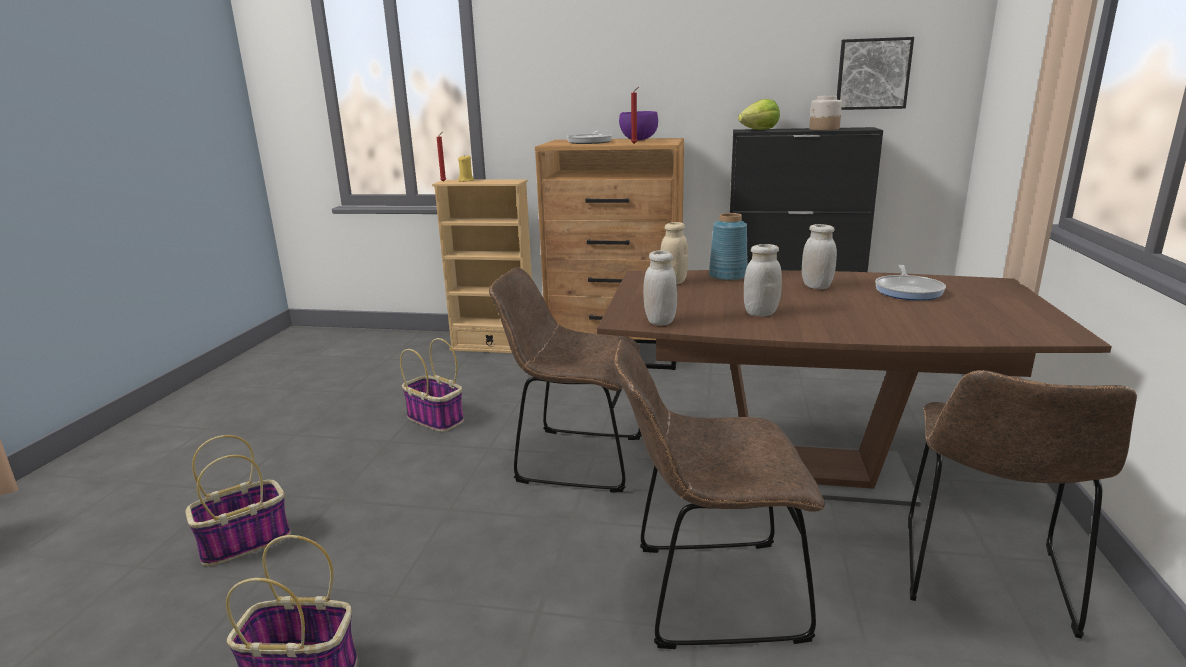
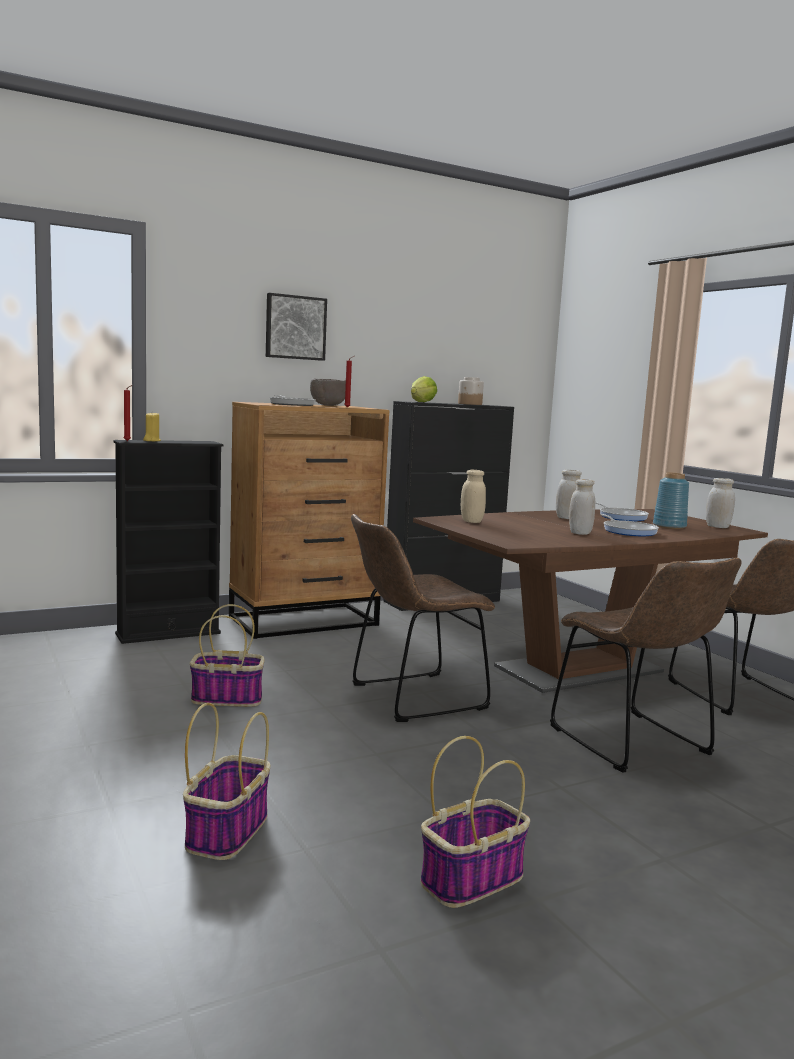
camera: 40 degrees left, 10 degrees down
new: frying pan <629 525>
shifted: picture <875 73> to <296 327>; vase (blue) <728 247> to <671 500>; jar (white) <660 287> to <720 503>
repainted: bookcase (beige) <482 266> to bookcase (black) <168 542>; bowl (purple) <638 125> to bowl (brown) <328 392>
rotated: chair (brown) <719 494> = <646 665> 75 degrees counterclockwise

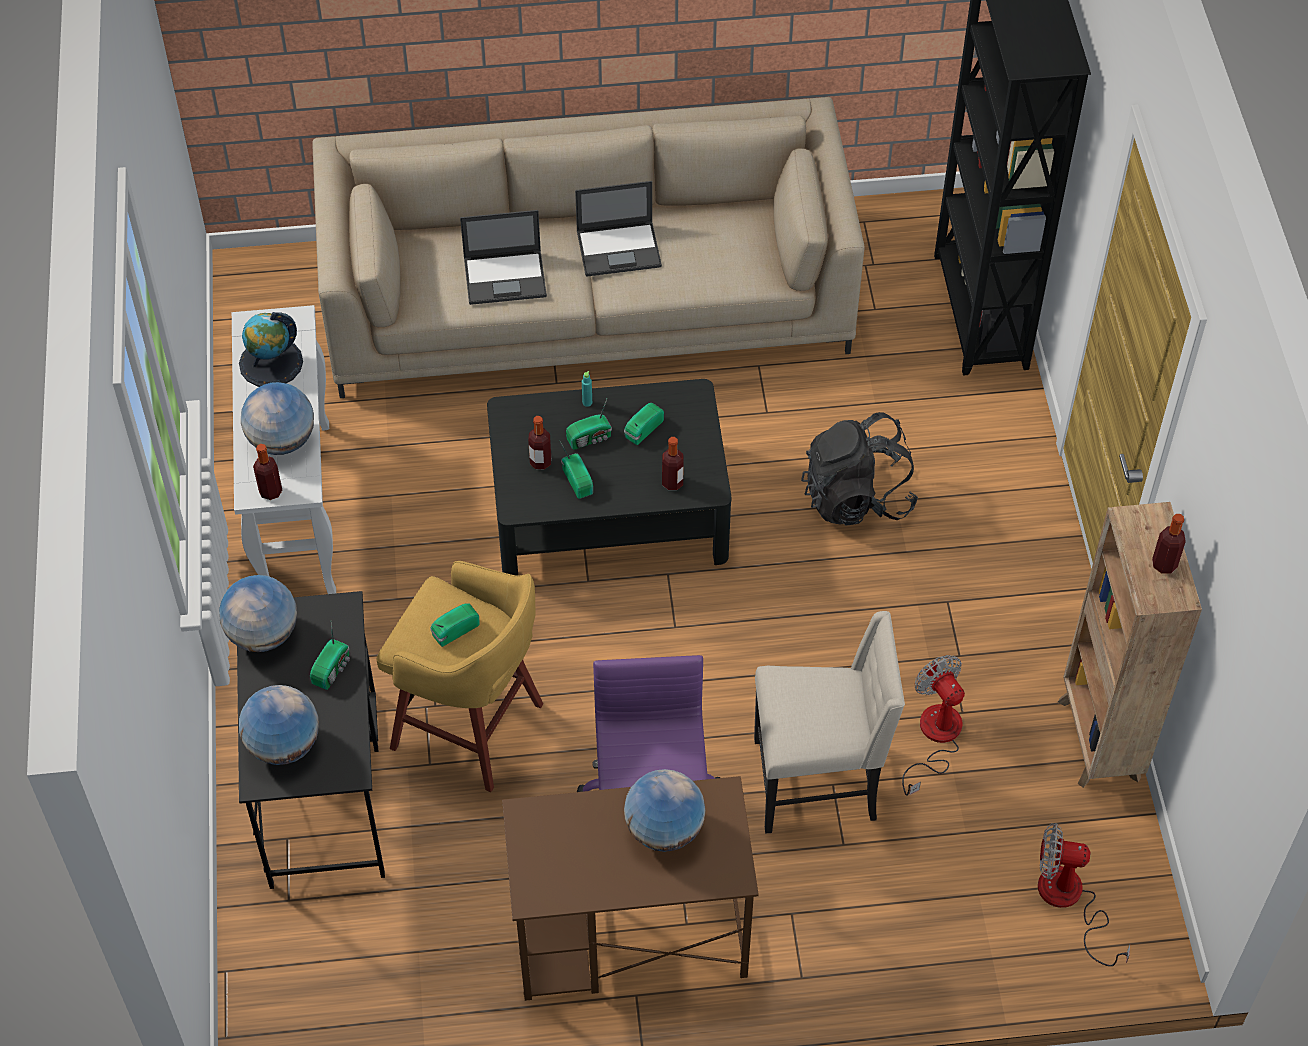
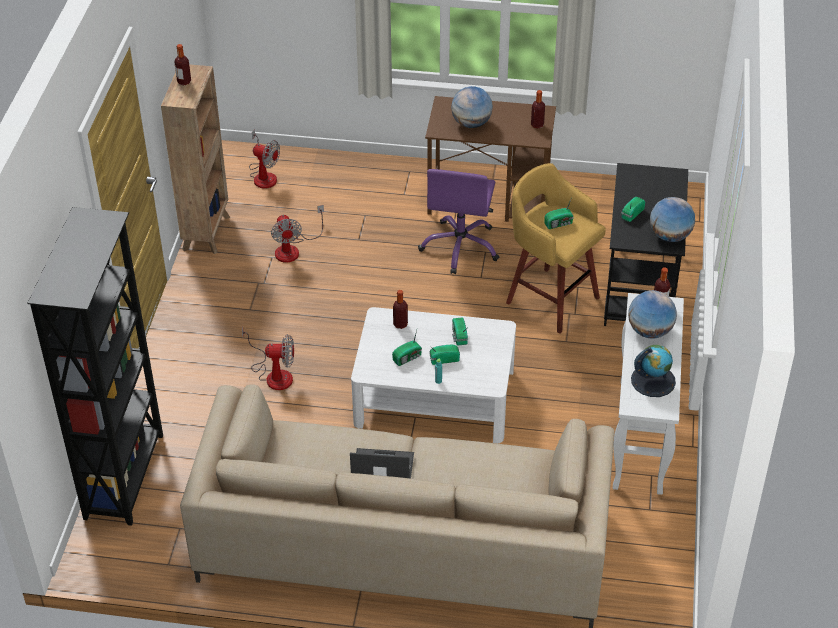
camera: 165 degrees left, 10 degrees down
gone: globe <279 725>; laptop <503 257>; chair (beige) <829 722>
shifted: bottle <539 443> to <538 109>
swapped: backpack (black) <859 469> to fan <268 358>
repainted: coffee table (black) <609 477> to coffee table (white) <433 375>

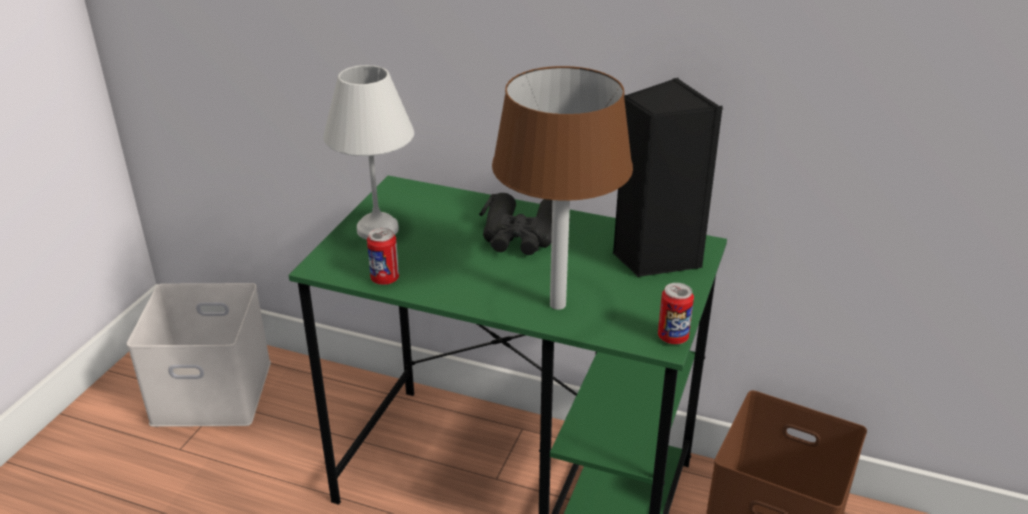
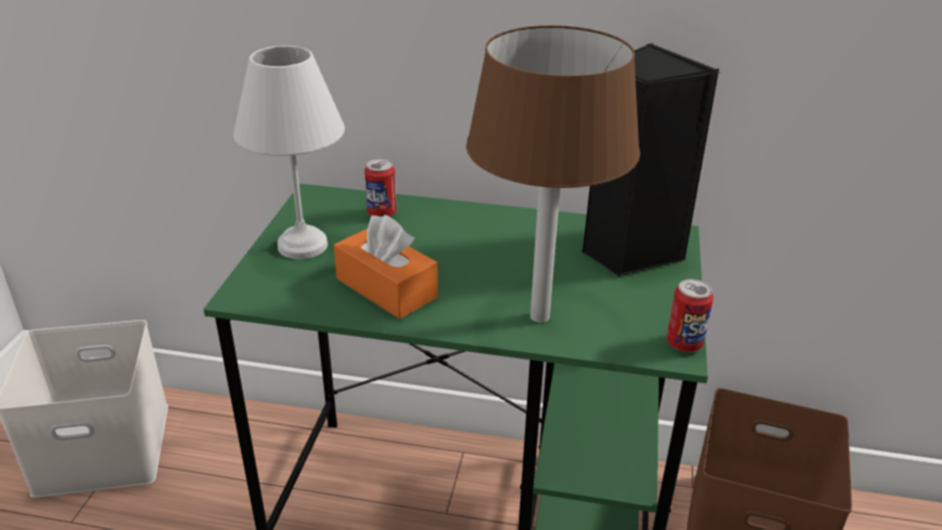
camera: 10 degrees left, 0 degrees up
gone: binoculars (black) <524 224>
new: tissue box (orange) <386 267>
shifted: can <383 256> to <380 188>

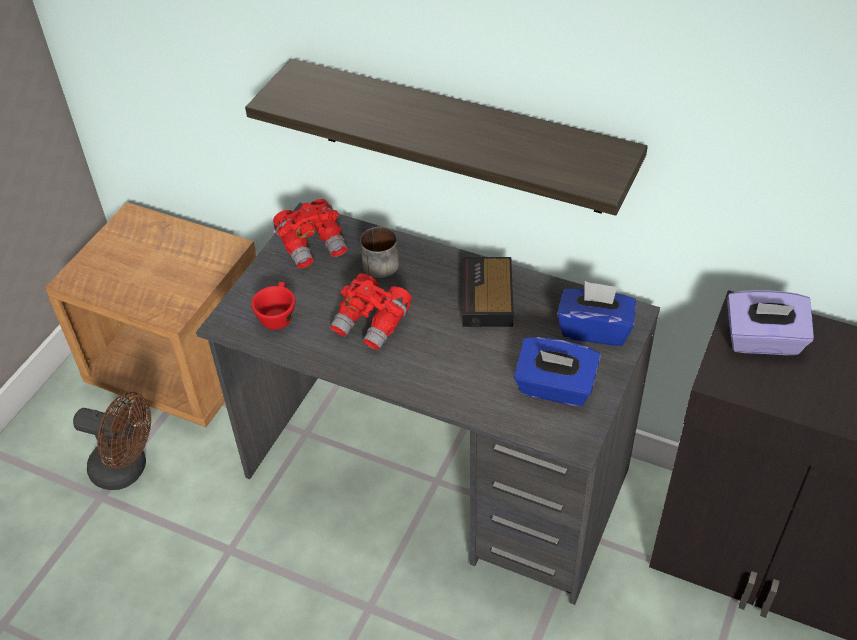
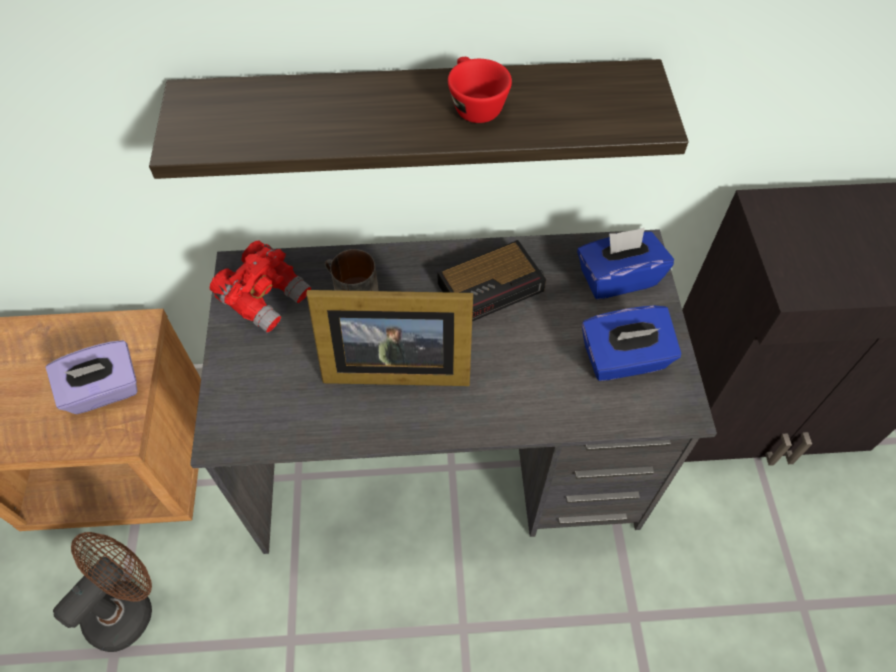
camera: 30 degrees left, 10 degrees up
shifted: tissue box (purple) <770 322> to <92 377>; cup (red) <273 306> to <480 90>
swapped: binoculars (red) <371 311> to picture frame <389 338>
rotated: fan (brown) <112 441> = <102 592> 45 degrees counterclockwise; alarm clock <488 292> = <492 280> 90 degrees counterclockwise

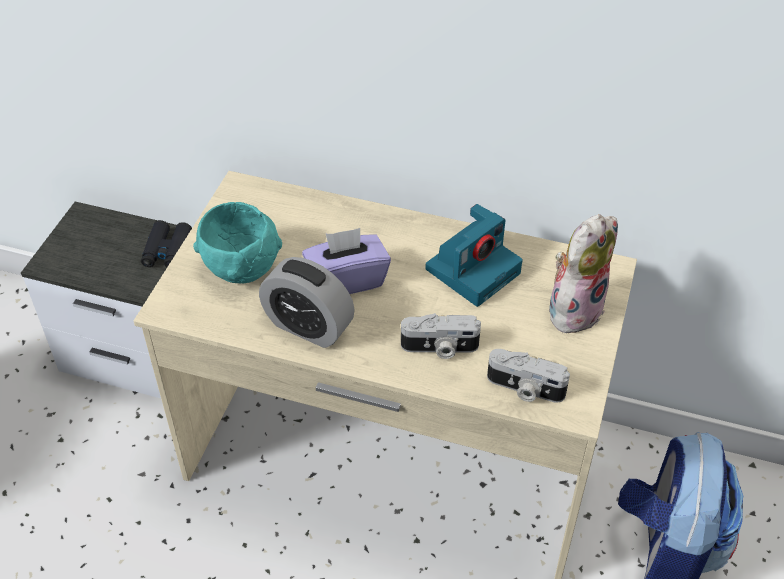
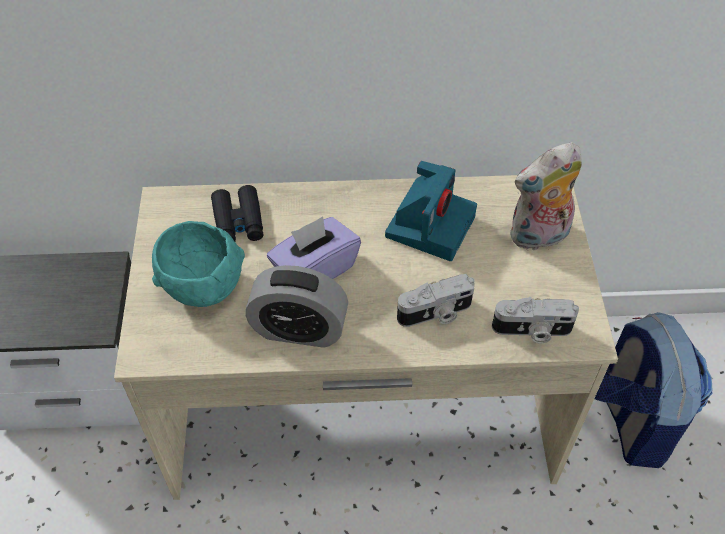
camera: 20 degrees left, 5 degrees up
shifted: binoculars (black) <166 243> to <237 213>
rotated: plush toy <583 276> = <546 196> 135 degrees counterclockwise

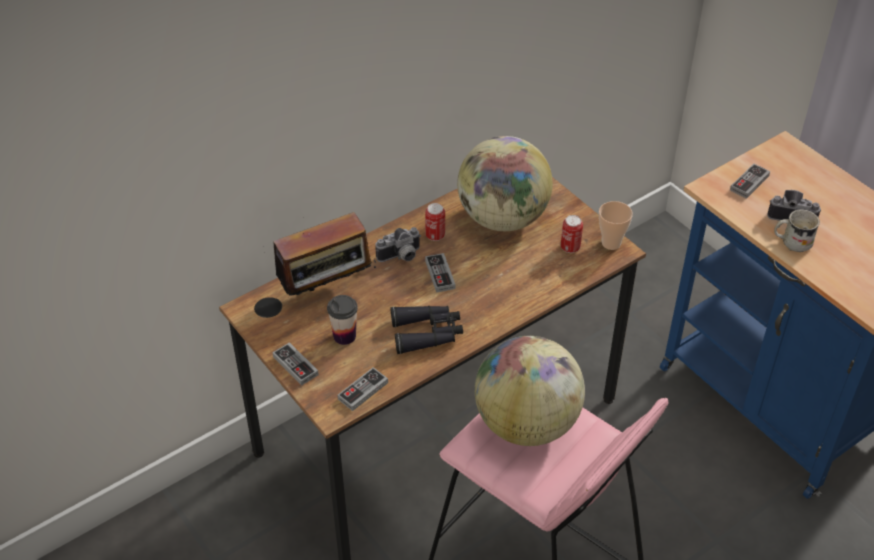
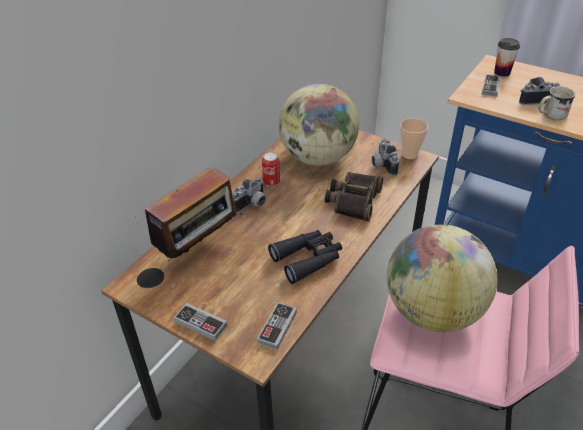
camera: 20 degrees left, 5 degrees down
gone: game controller <440 273>
new: binoculars <354 197>
shifted: cup <342 320> to <507 57>
swapped: can <572 234> to photo camera <385 157>

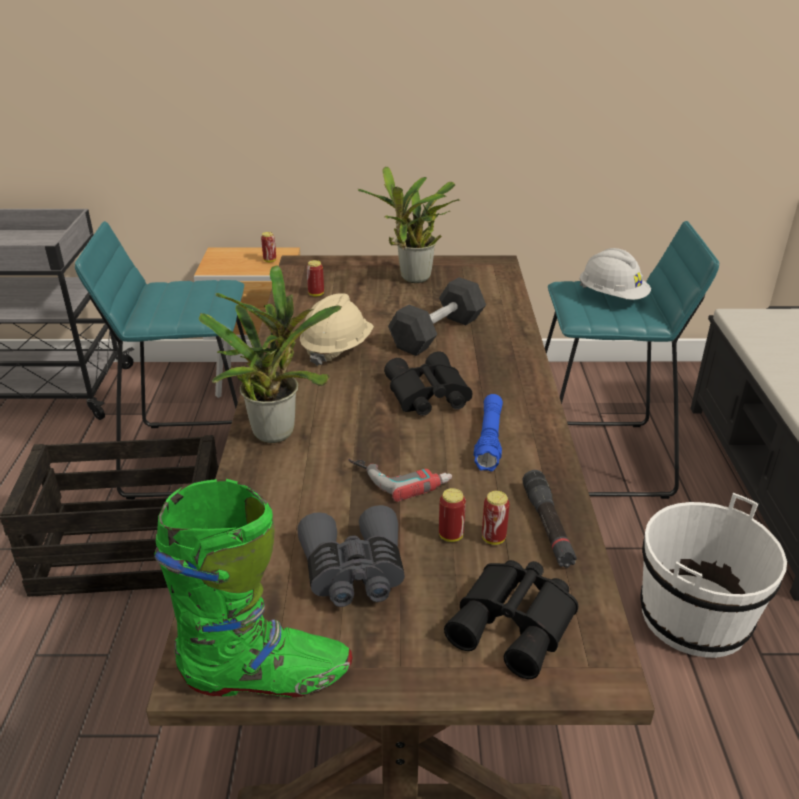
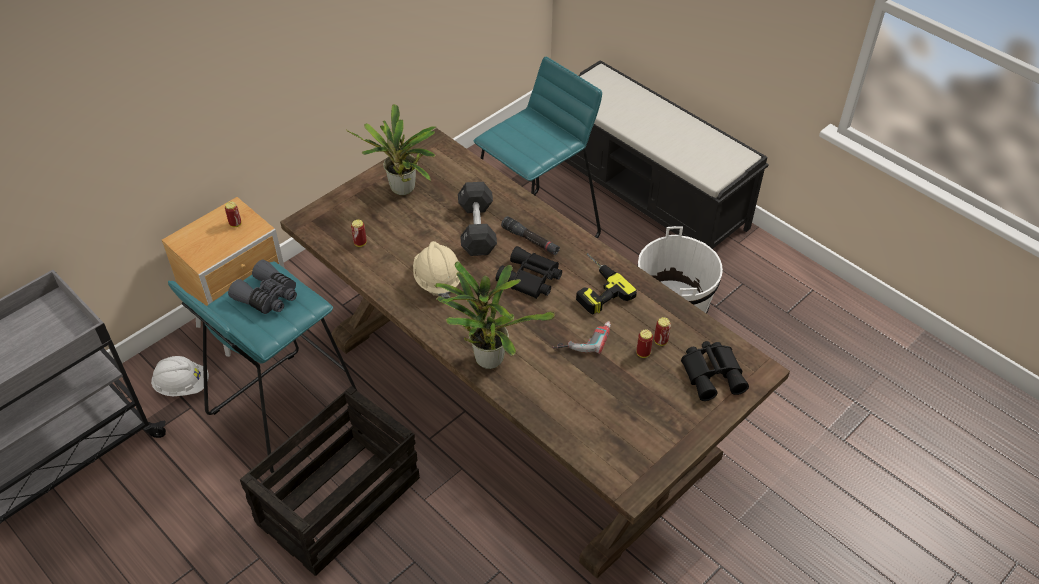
camera: 45 degrees left, 15 degrees up
gone: boot (green) <253 588>
shifted: hard hat (white) <615 274> to <180 376>; binoculars (grey) <351 556> to <262 287>; flashlight (black) <549 519> to <530 235>
swapped: flashlight (blue) <488 433> to power drill <606 284>

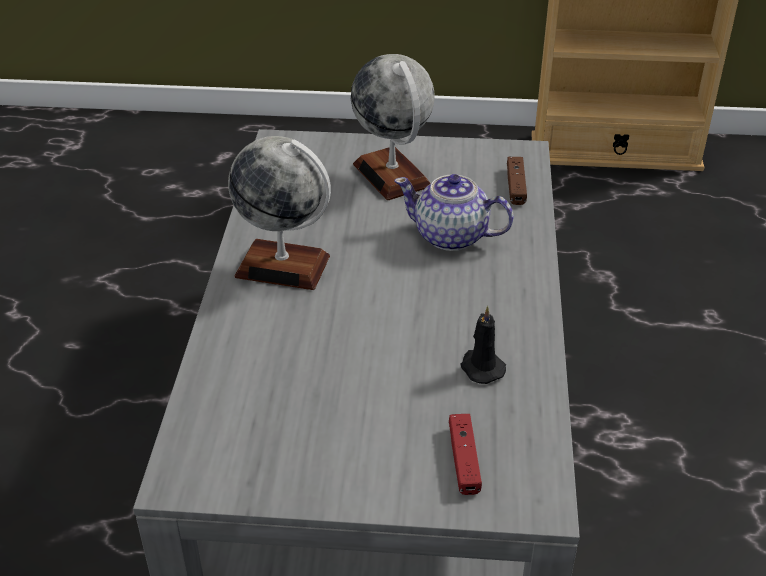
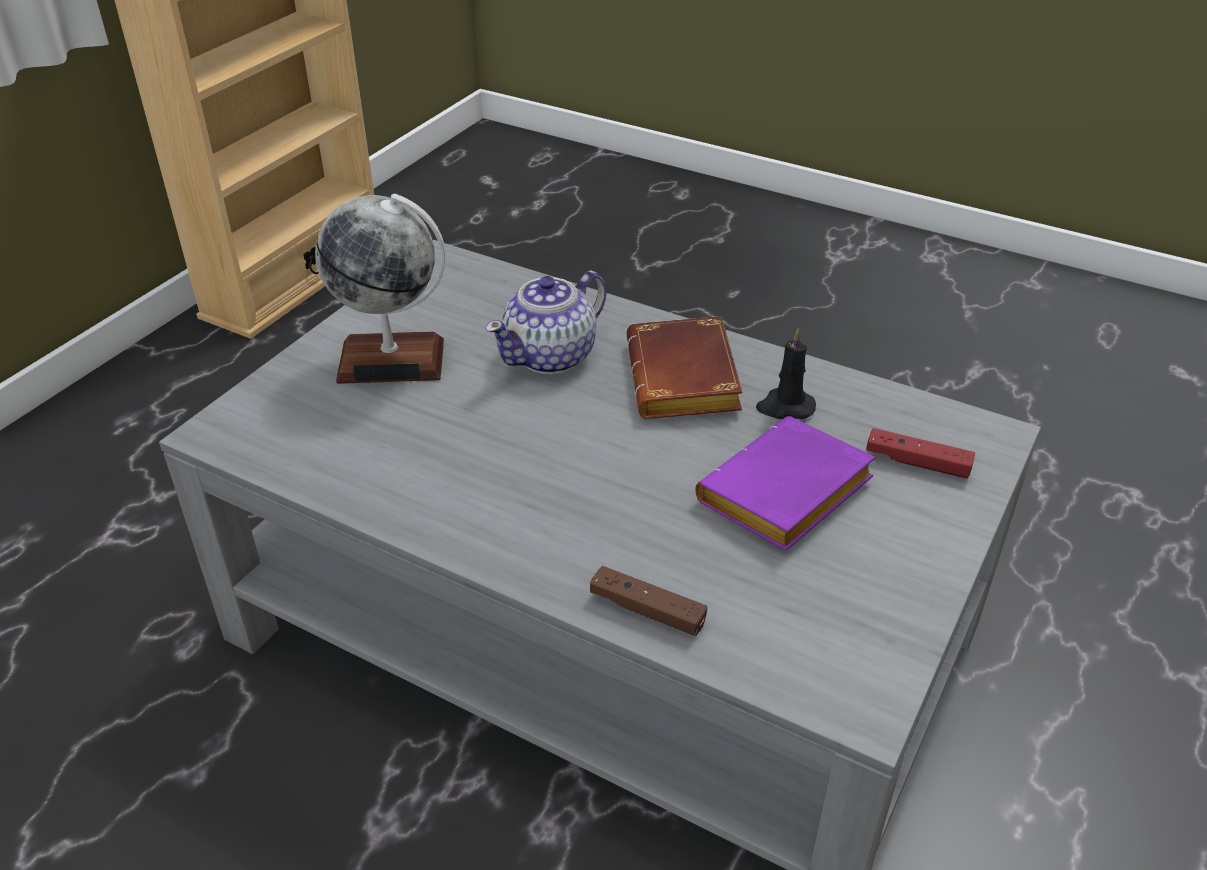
camera: 65 degrees left, 0 degrees up
gone: globe <279 213>
new: book (brown) <684 367>; book (purple) <785 483>
shifted: game controller (brown) <517 181> to <648 601>

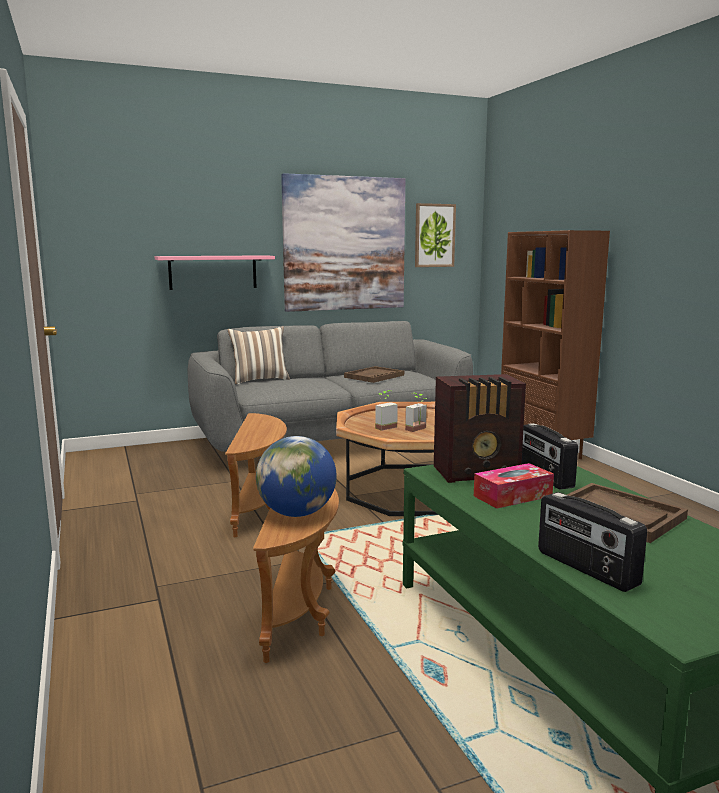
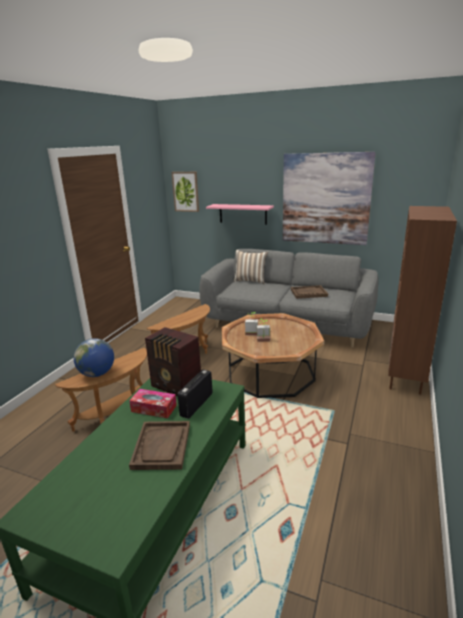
camera: 45 degrees right, 10 degrees up
gone: radio <592 542>
shifted: picture <435 235> to <185 192>

